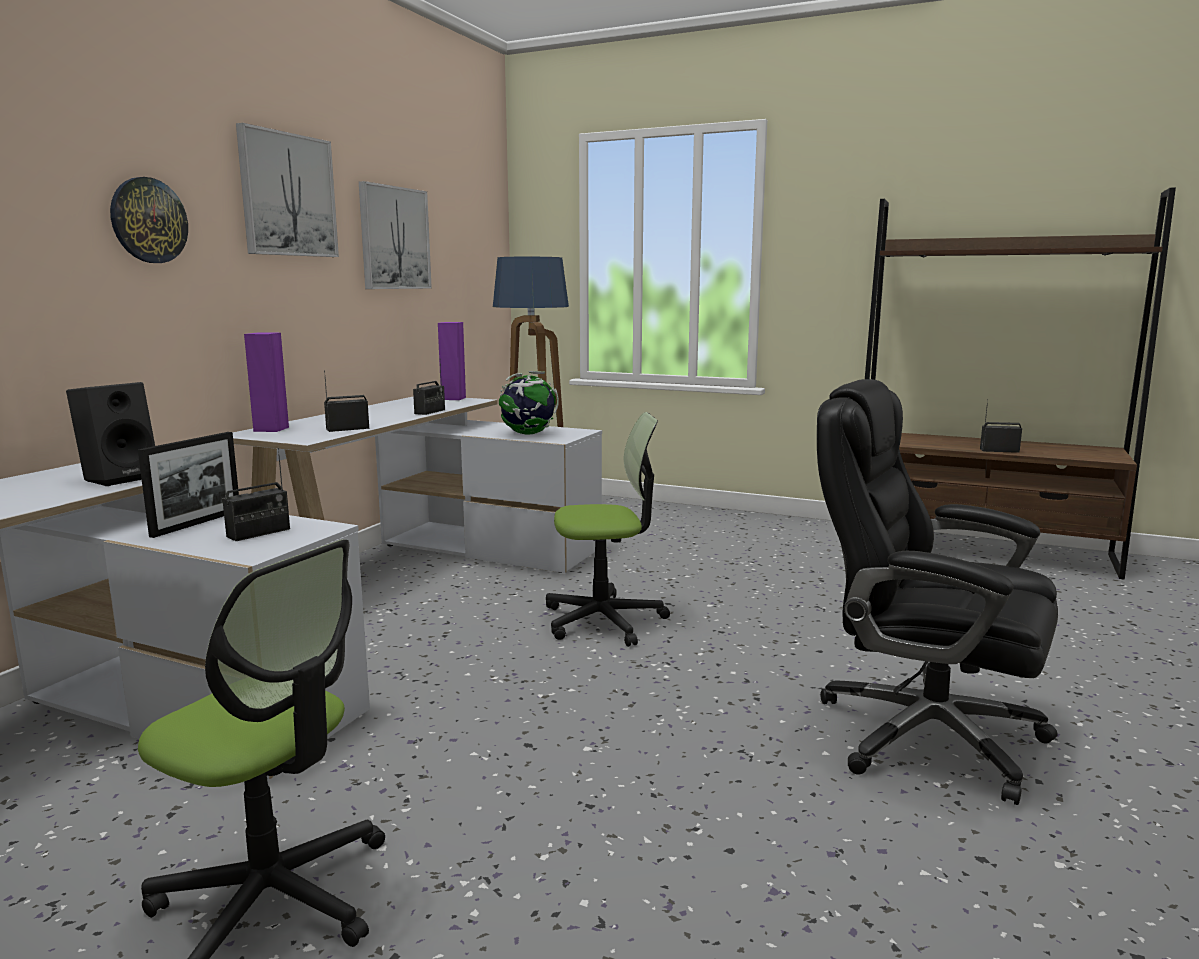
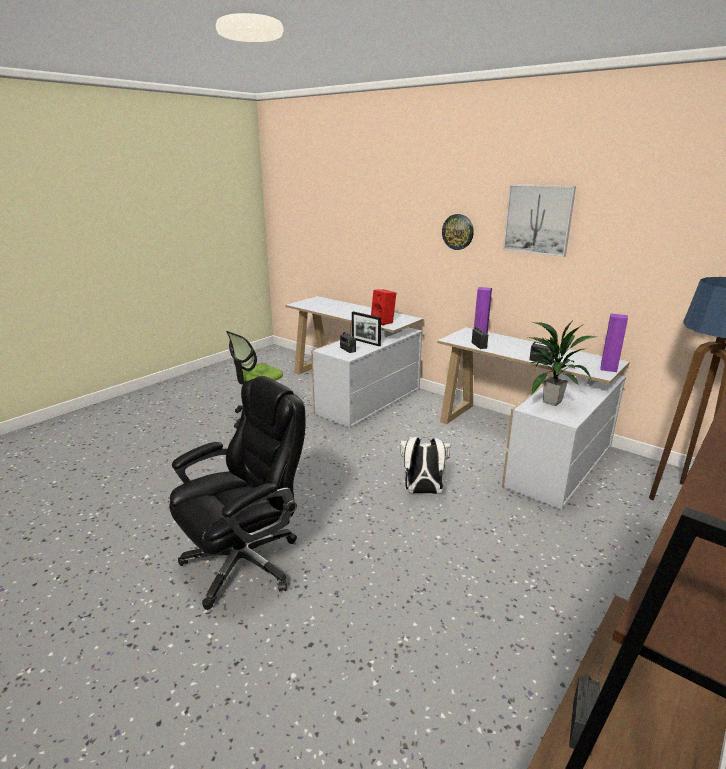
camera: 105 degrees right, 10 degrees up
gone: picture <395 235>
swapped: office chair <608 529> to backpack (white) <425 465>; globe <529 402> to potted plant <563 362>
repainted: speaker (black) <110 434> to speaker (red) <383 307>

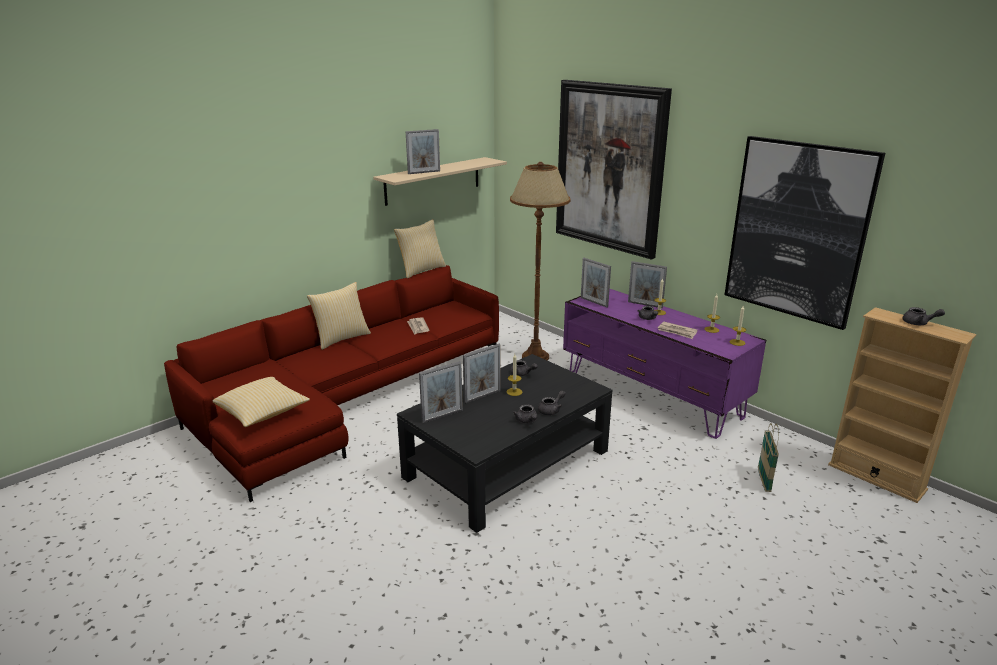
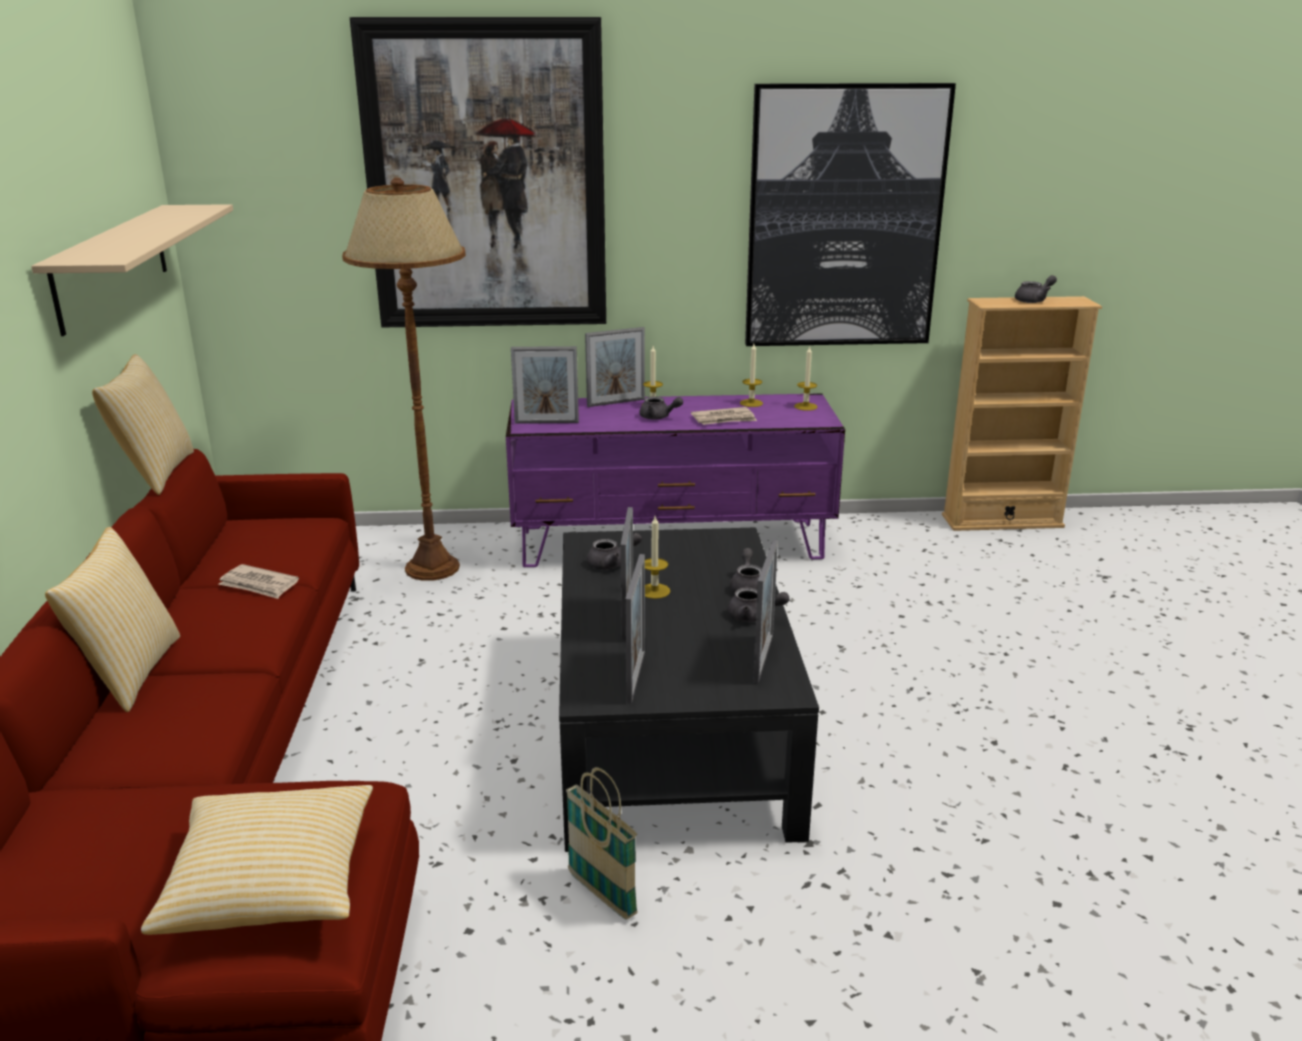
camera: 50 degrees left, 0 degrees up
shifted: basket <768 457> to <602 843>; picture frame <423 151> to <765 611>

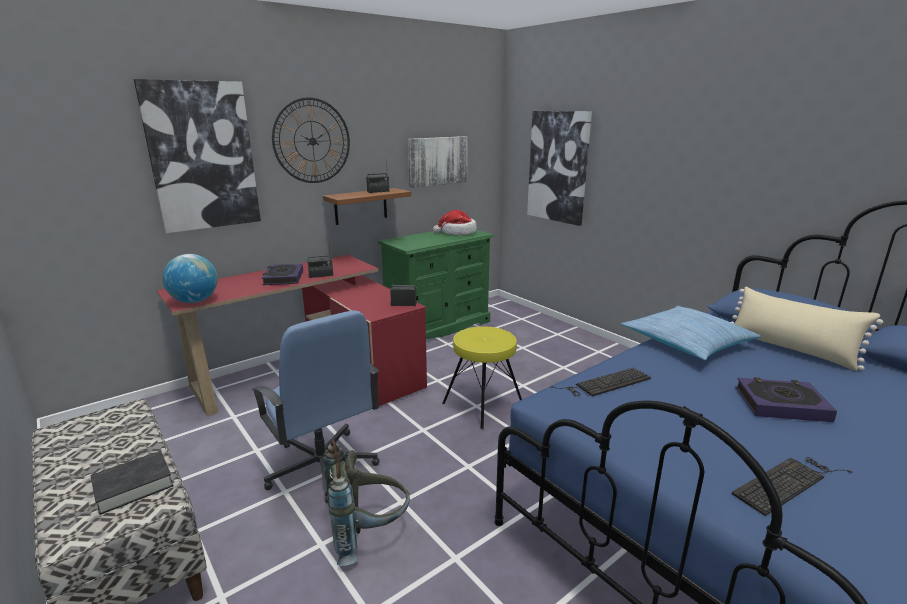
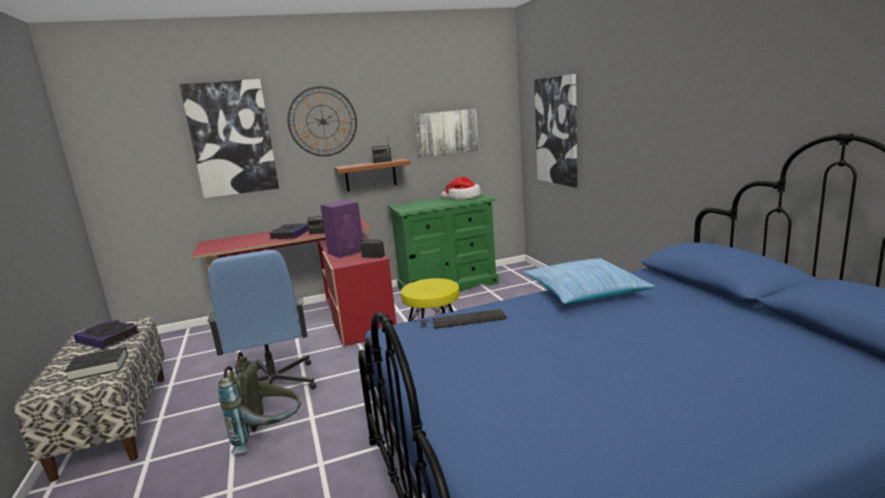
camera: 20 degrees right, 5 degrees down
gone: globe <190 278>; pillow (beige) <807 329>; keyboard <792 486>
new: speaker (purple) <341 229>
shifted: book <786 399> to <106 334>

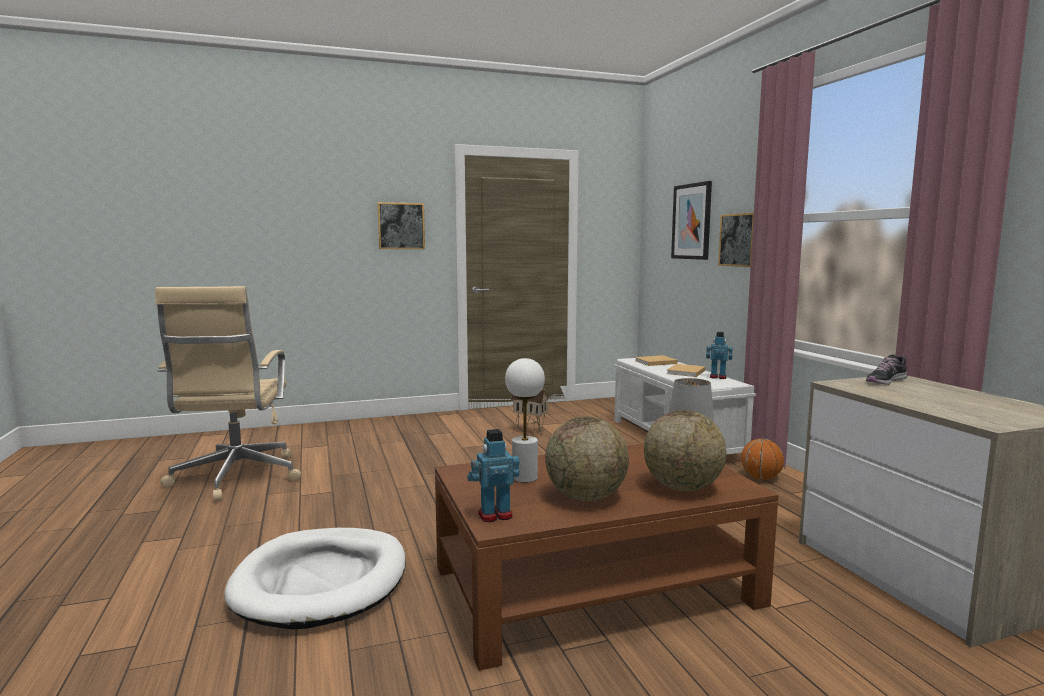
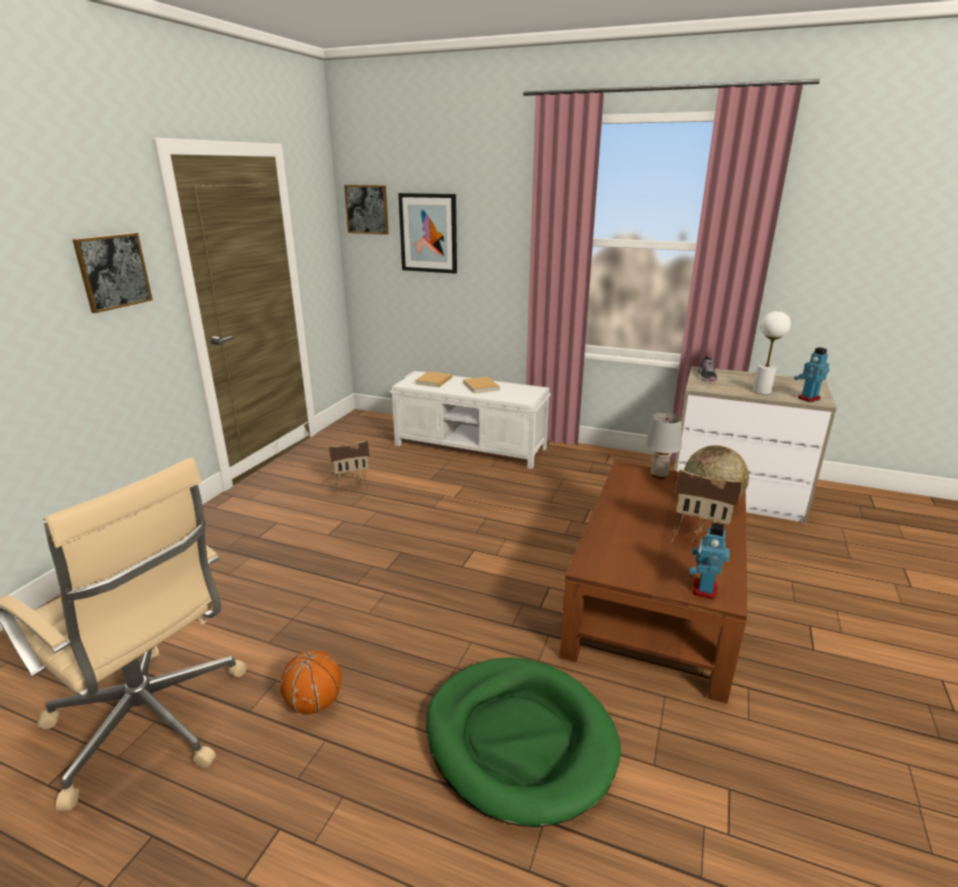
camera: 50 degrees left, 15 degrees up
shifted: basketball <762 459> to <311 682>; picture <736 240> to <366 210>; table lamp (white) <525 420> to <772 352>; toy robot <719 355> to <812 374>
swapped: globe <587 458> to toy house <707 506>
repainted: dog bed (white) <315 579> to dog bed (green) <523 742>

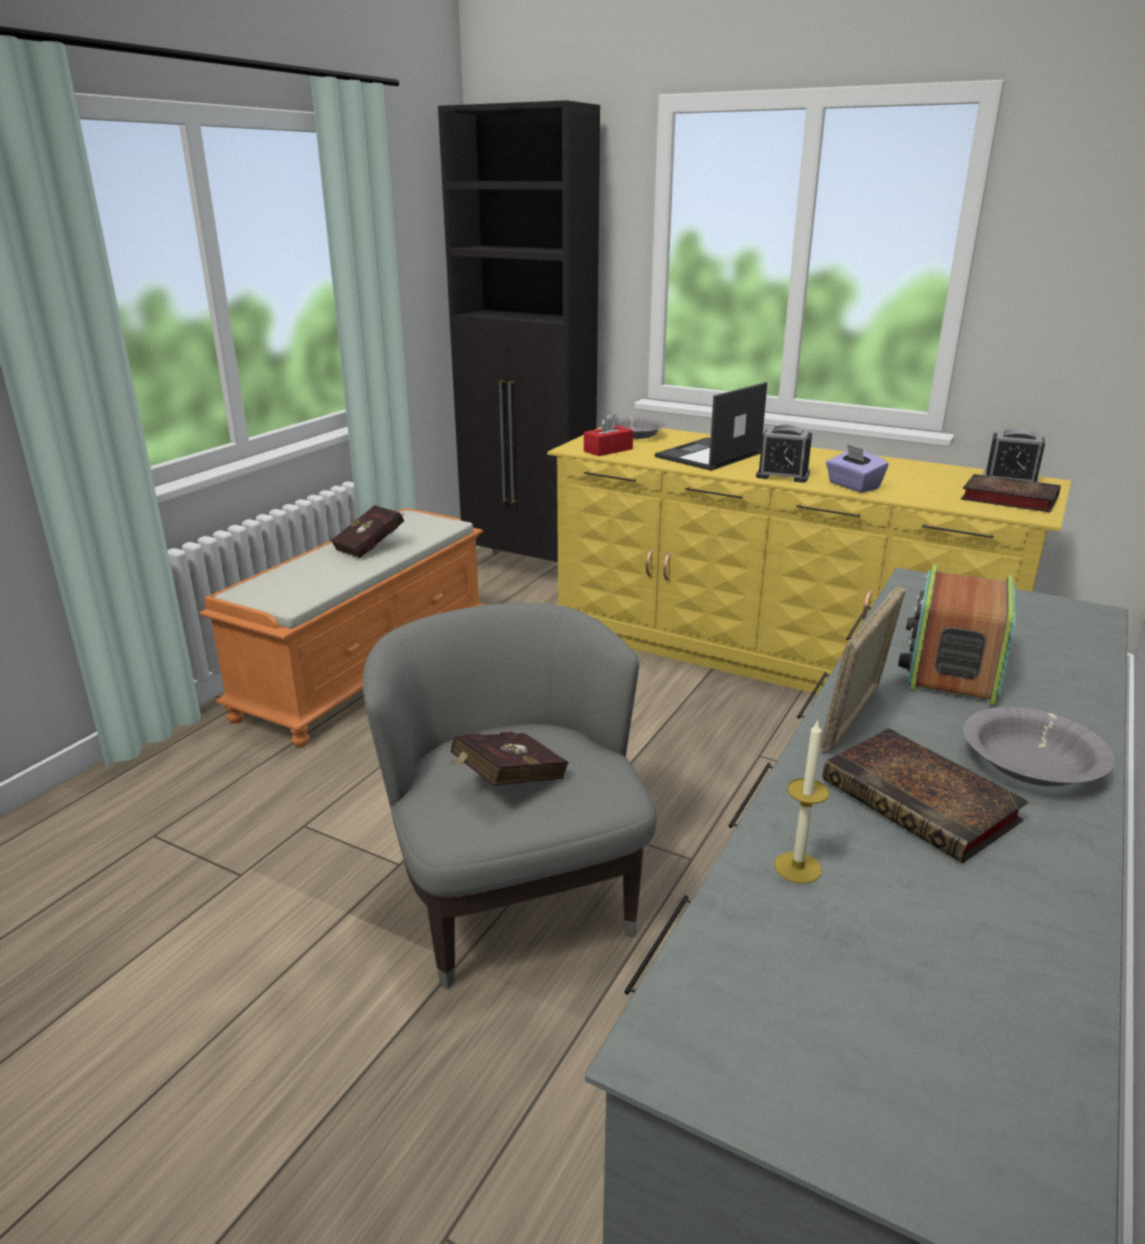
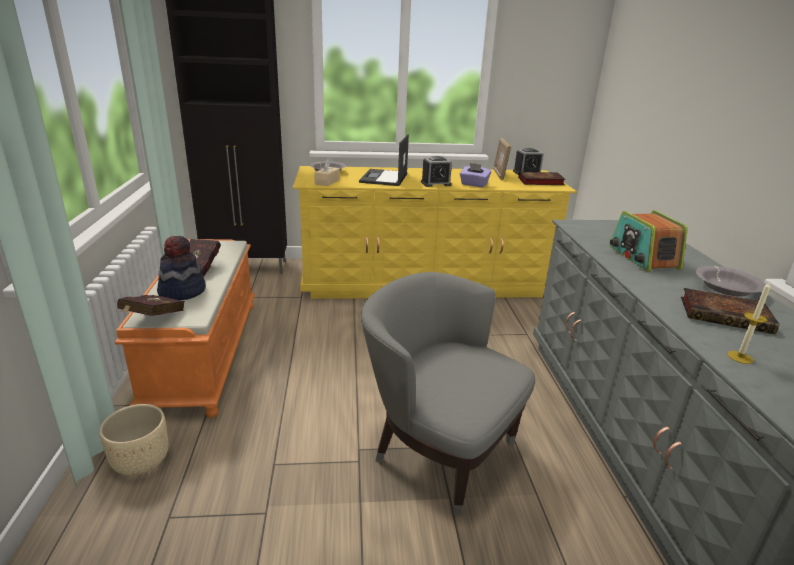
camera: 35 degrees left, 0 degrees up
new: planter (beige) <133 440>; hat <181 268>
shifted: book (red) <509 758> to <151 305>; picture frame <863 669> to <502 159>
repainted: tissue box (red) <608 434> to tissue box (beige) <327 172>

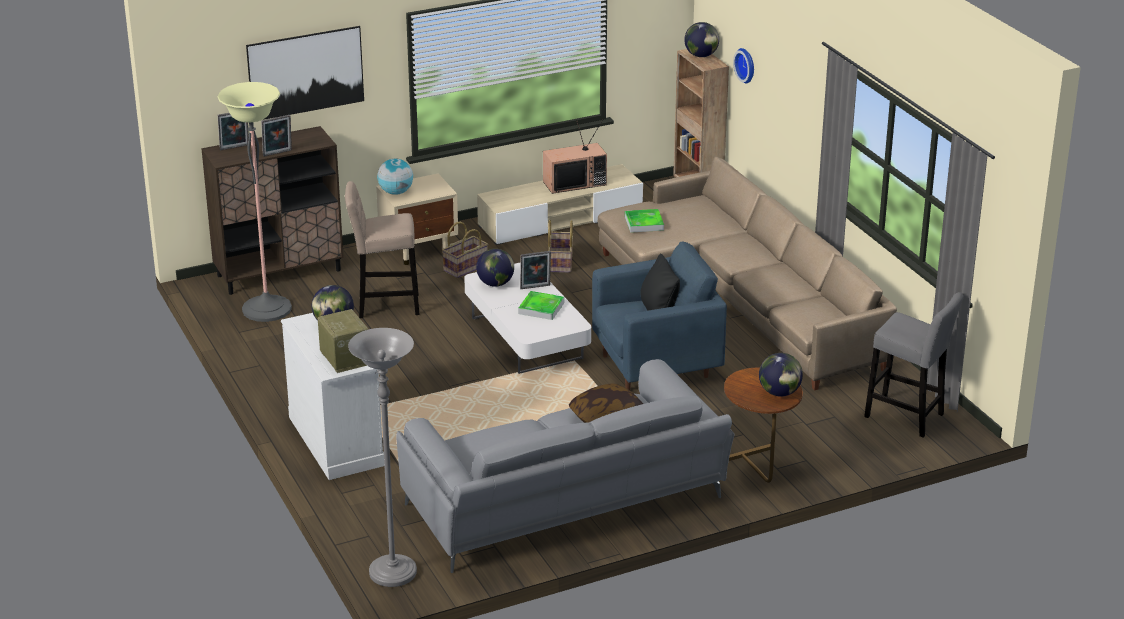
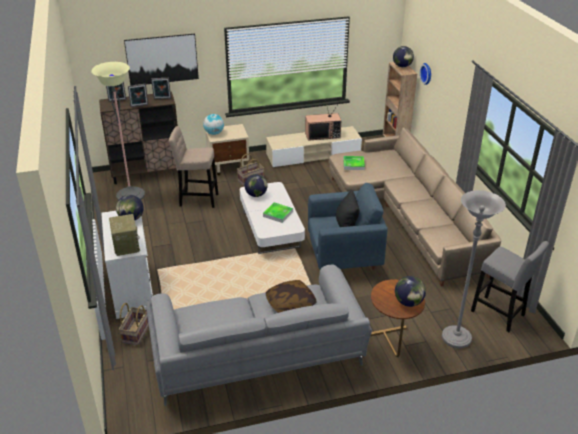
camera: 10 degrees right, 5 degrees up
shifted: basket <560 246> to <134 324>; picture frame <535 270> to <161 88>; floor lamp (grey) <382 457> to <474 269>

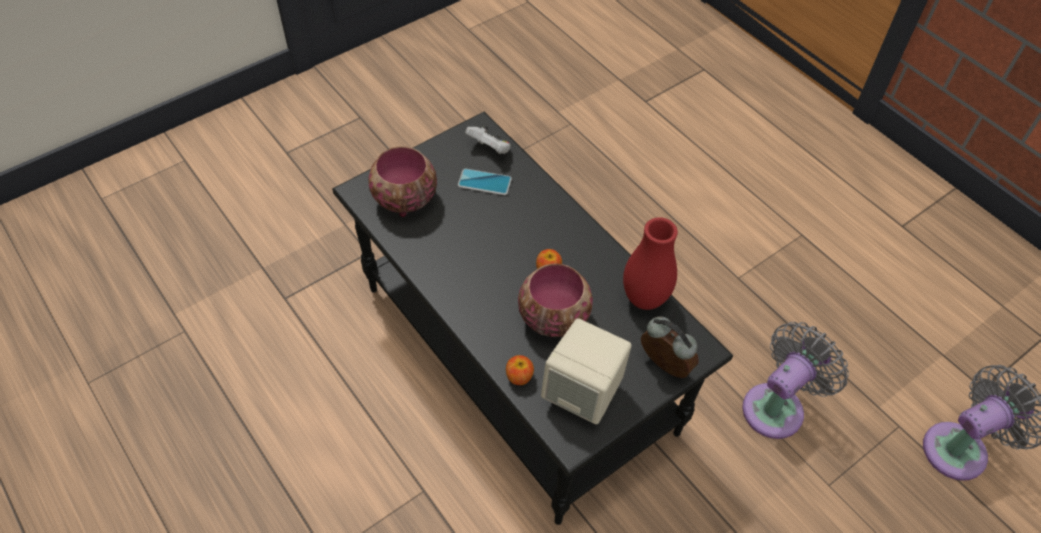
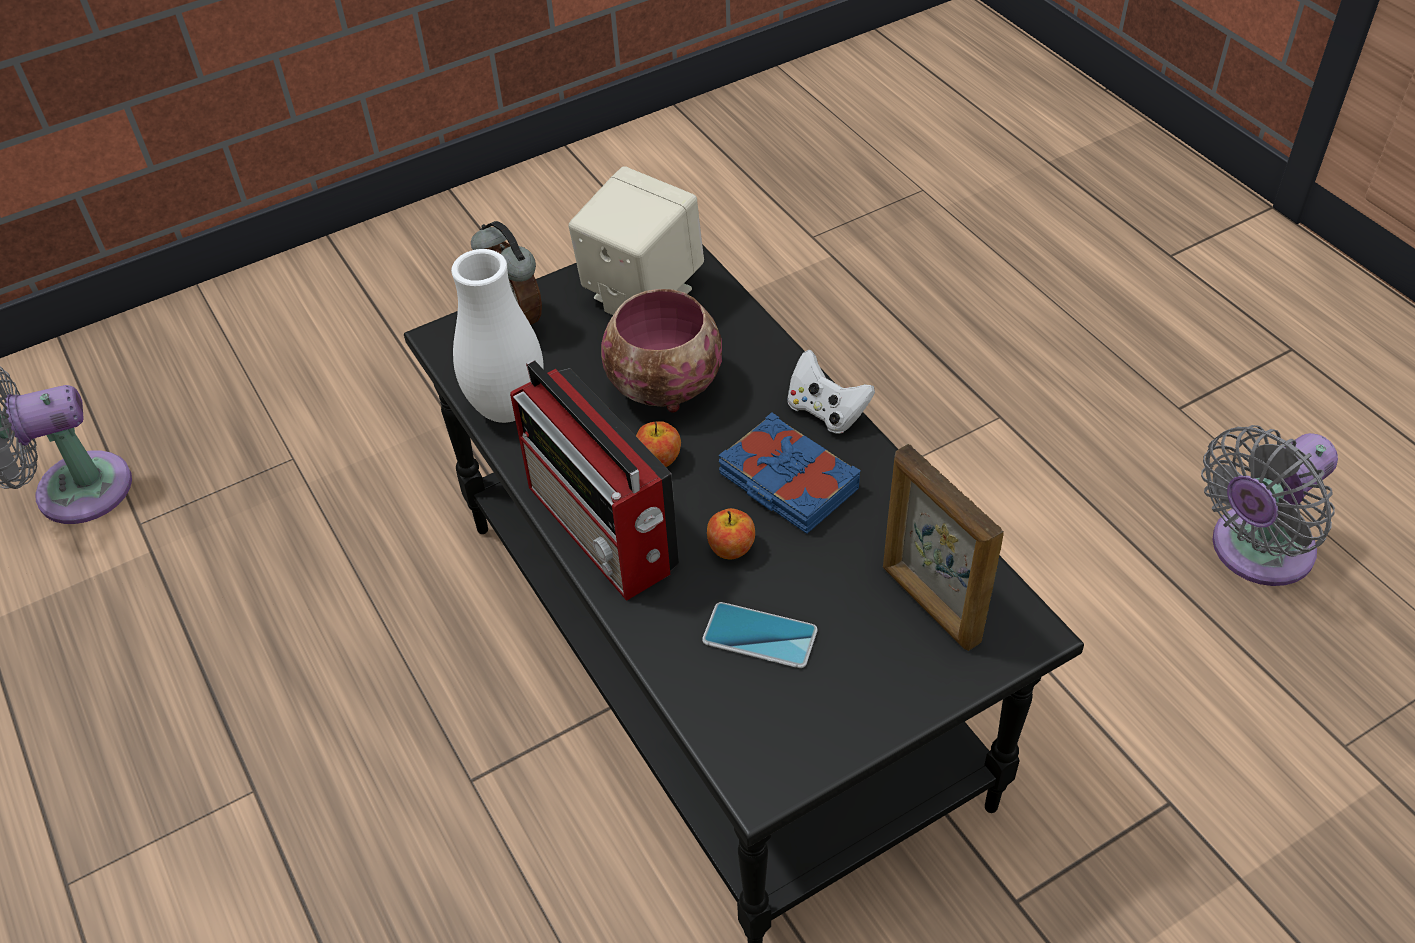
camera: 170 degrees left, 5 degrees down
new: radio <594 480>; book (blue) <790 473>
shifted: apple <520 370> to <731 533>; game controller (white) <488 140> to <831 392>; fan (grey) <795 380> to <1269 505>
swapped: bowl <402 181> to picture frame <943 547>
repainted: vase (red) <650 263> to vase (white) <497 336>

